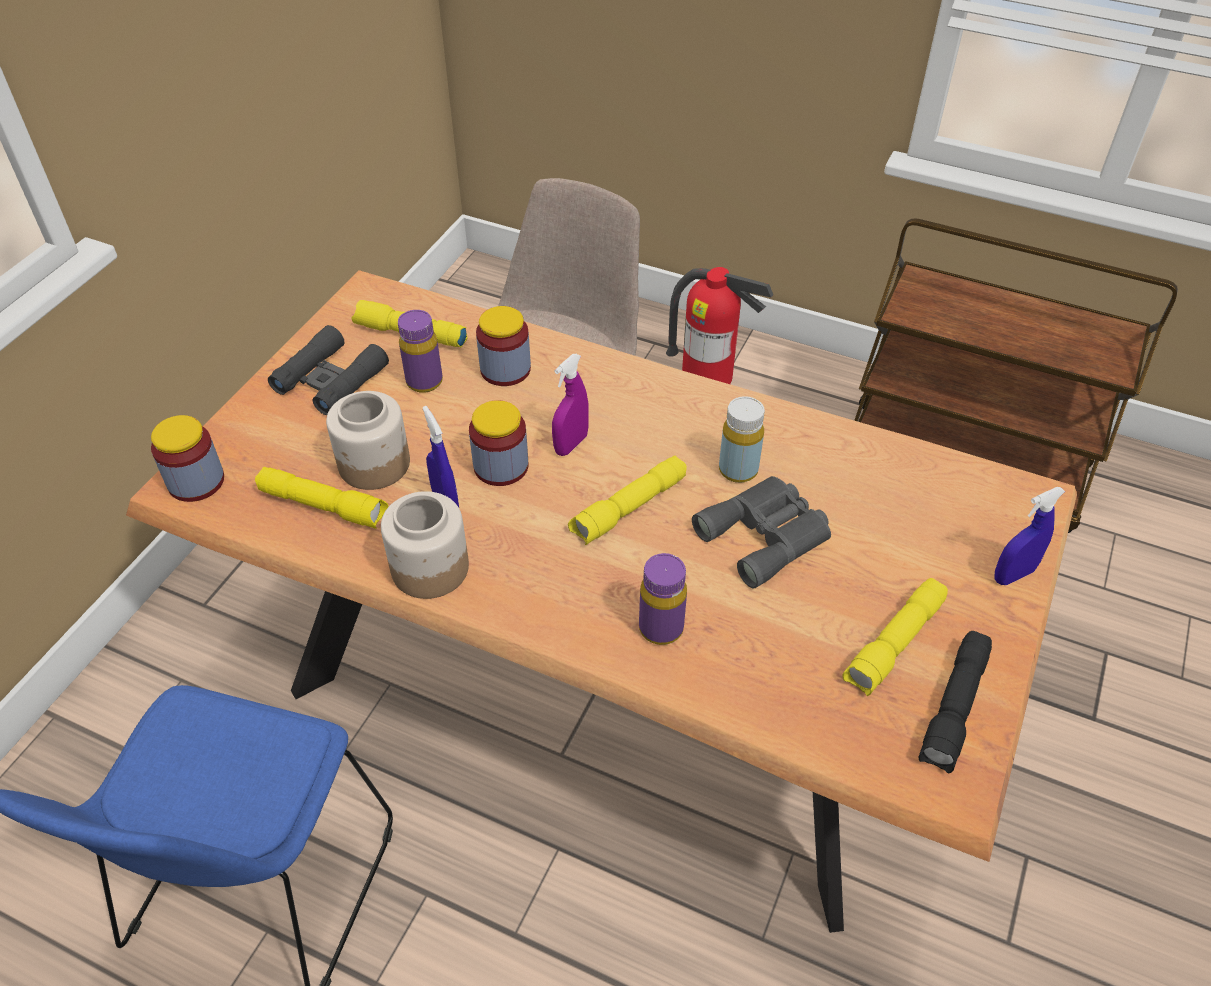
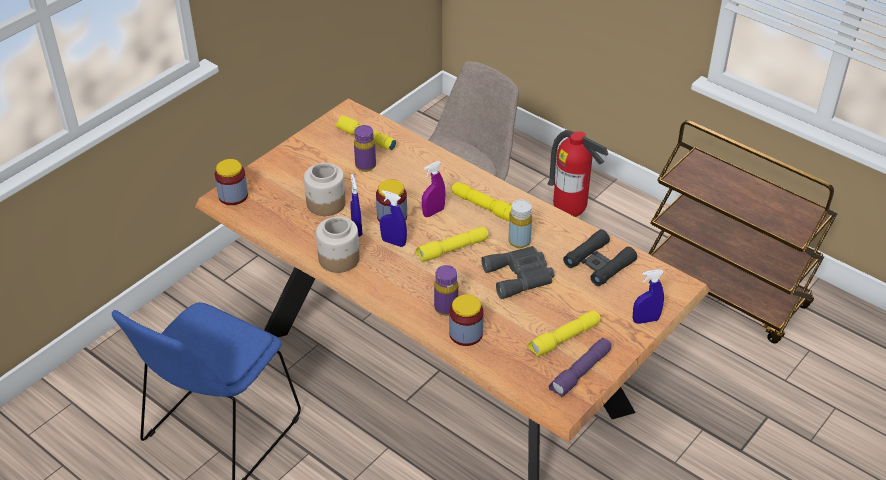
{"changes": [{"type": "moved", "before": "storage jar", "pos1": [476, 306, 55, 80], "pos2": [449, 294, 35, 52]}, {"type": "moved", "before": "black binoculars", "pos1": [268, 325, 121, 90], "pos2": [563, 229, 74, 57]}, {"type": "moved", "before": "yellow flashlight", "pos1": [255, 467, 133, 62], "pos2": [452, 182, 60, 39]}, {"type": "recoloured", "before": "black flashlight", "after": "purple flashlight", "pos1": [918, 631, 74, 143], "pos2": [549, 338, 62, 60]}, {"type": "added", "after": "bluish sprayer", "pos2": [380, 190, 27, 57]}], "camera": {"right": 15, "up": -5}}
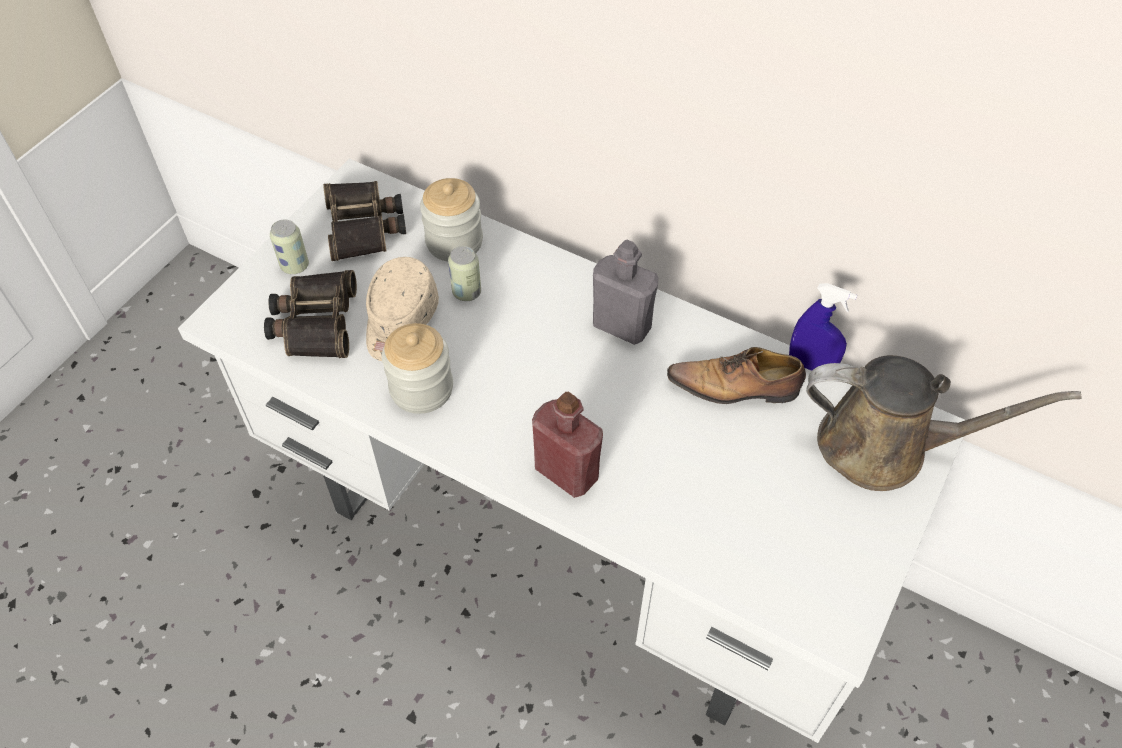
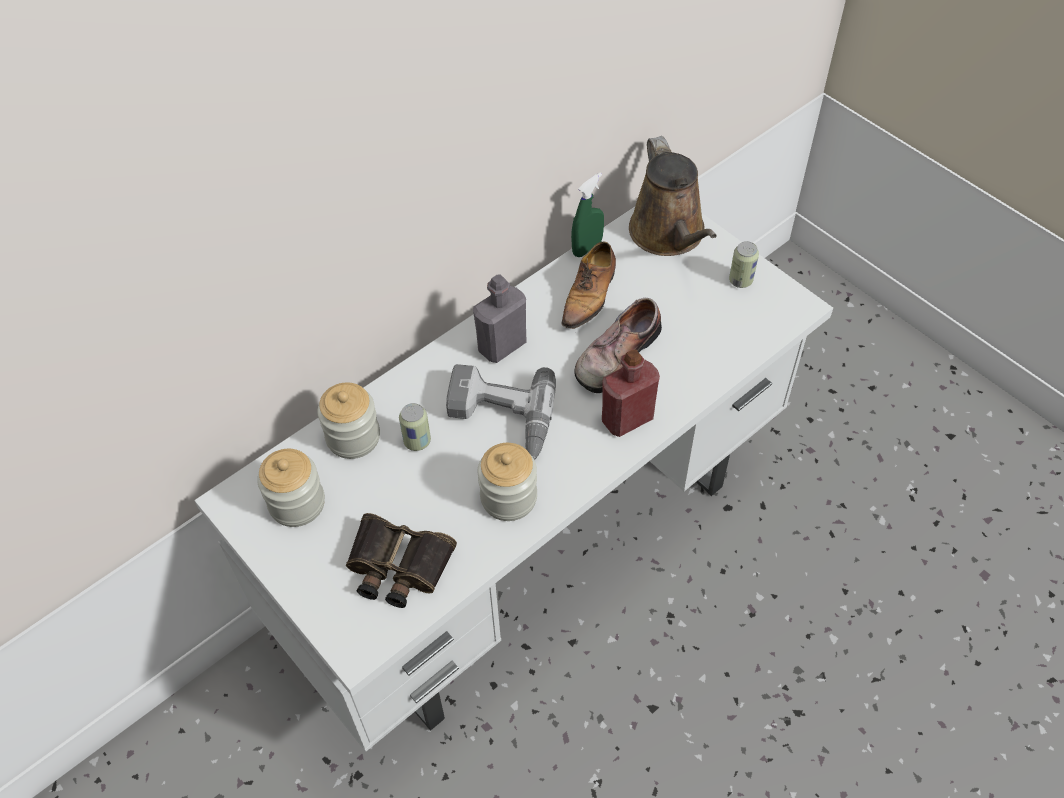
{"changes": [{"type": "replaced", "before": "binoculars", "after": "storage jar", "pos1": [323, 181, 83, 80], "pos2": [257, 449, 68, 78]}, {"type": "moved", "before": "sealed can", "pos1": [270, 219, 39, 55], "pos2": [729, 241, 30, 47]}, {"type": "removed", "before": "sand-coloured cap", "pos1": [366, 257, 73, 104]}, {"type": "recoloured", "before": "bluish sprayer", "after": "greenish sprayer", "pos1": [789, 283, 68, 88], "pos2": [571, 173, 33, 84]}, {"type": "turned", "before": "brown watering pot", "pos1": [806, 355, 275, 136], "pos2": [629, 136, 88, 120], "turn": 135}, {"type": "added", "after": "shoe", "pos2": [574, 298, 88, 95]}, {"type": "added", "after": "power drill", "pos2": [446, 364, 110, 96]}], "camera": {"right": -70, "up": 0}}
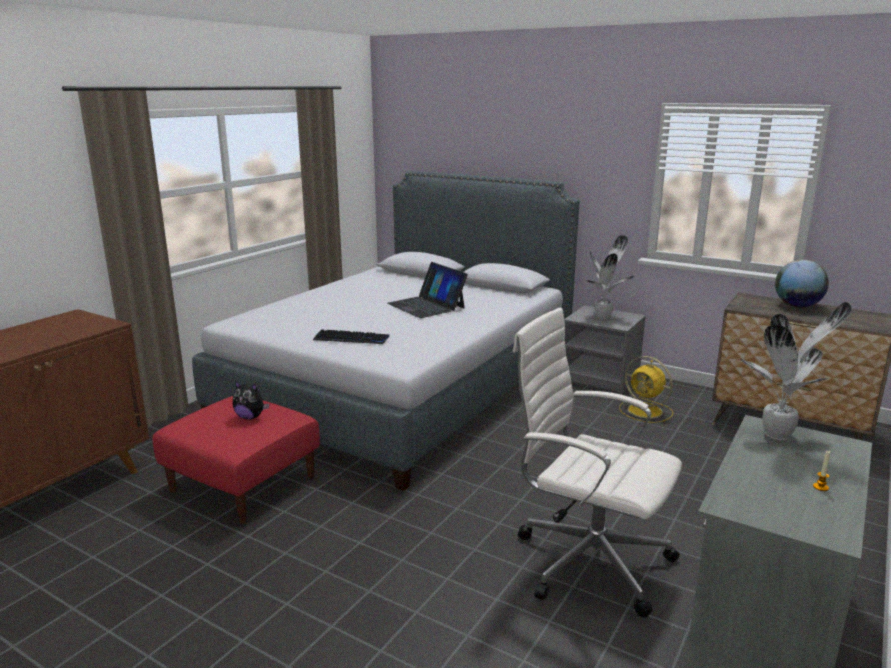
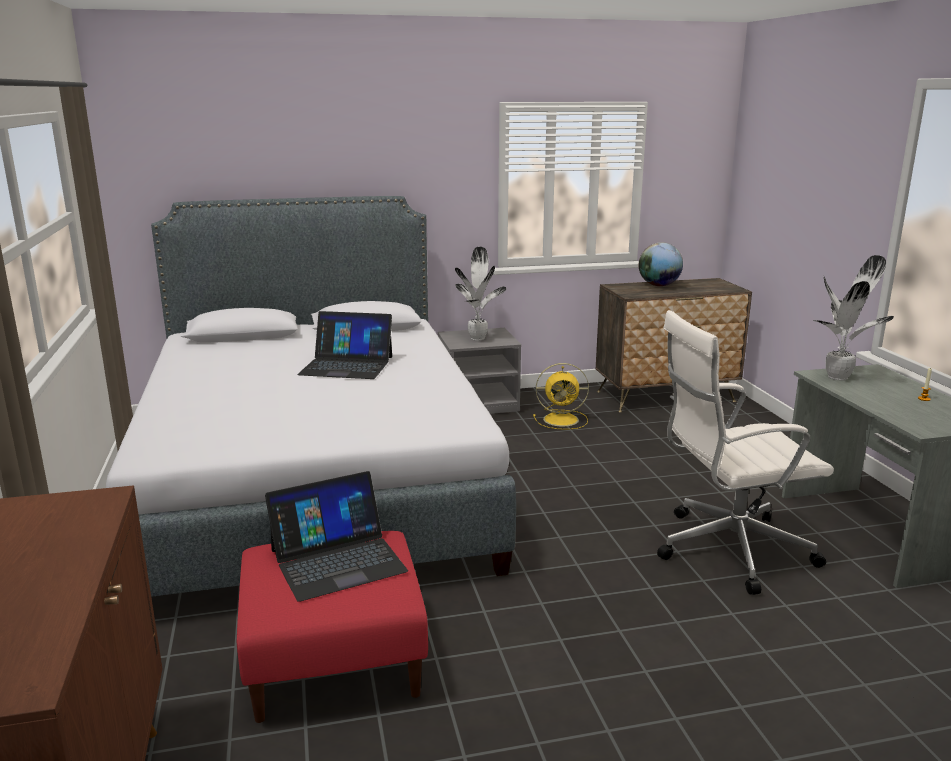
{"changes": [{"type": "removed", "before": "PC keyboard", "pos1": [313, 329, 76, 15]}, {"type": "replaced", "before": "soft toy", "after": "portable computer", "pos1": [233, 381, 36, 39], "pos2": [265, 471, 143, 131]}], "camera": {"right": -45, "up": 0}}
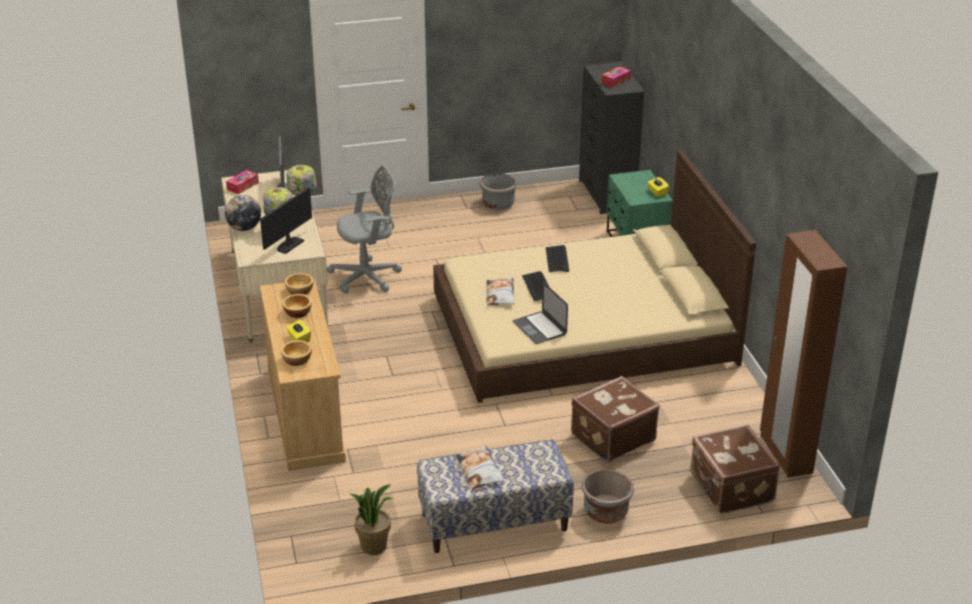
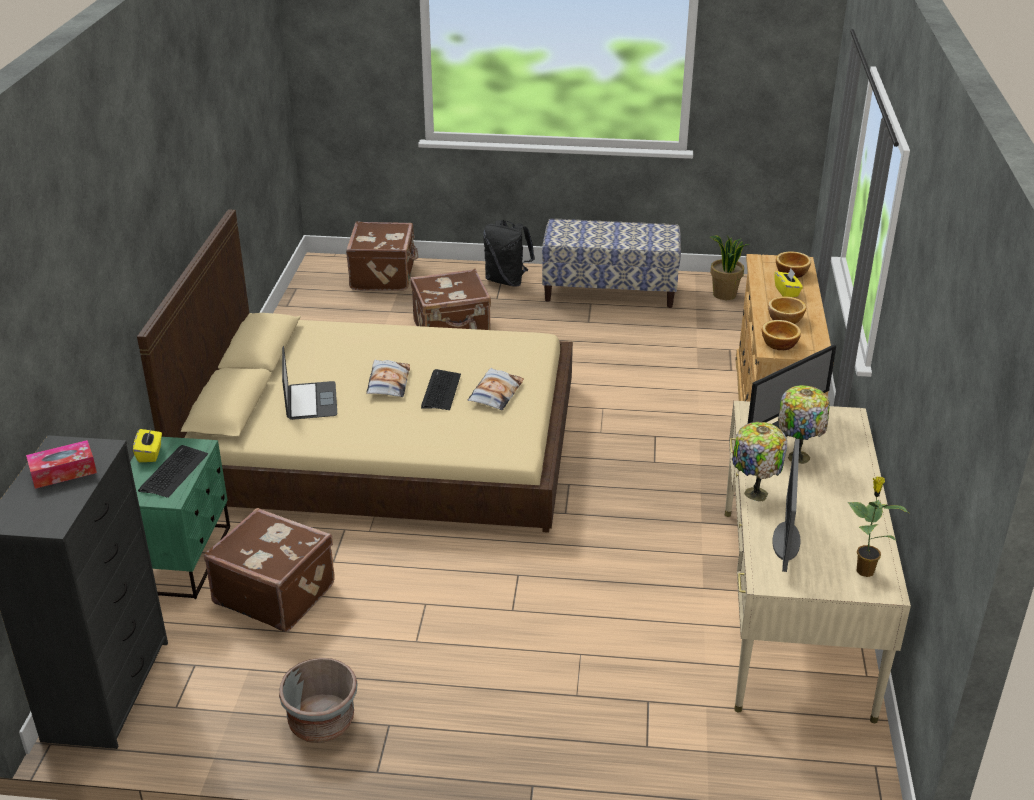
{"changes": [{"type": "removed", "before": "greyish office chair", "pos1": [327, 165, 75, 129]}, {"type": "replaced", "before": "tissue holder", "after": "houseplant", "pos1": [226, 170, 33, 24], "pos2": [848, 476, 61, 101]}, {"type": "removed", "before": "desk globe", "pos1": [225, 195, 36, 36]}, {"type": "removed", "before": "brown armoire", "pos1": [760, 230, 88, 248]}, {"type": "moved", "before": "PC keyboard", "pos1": [546, 245, 23, 27], "pos2": [138, 445, 70, 53]}, {"type": "moved", "before": "portable computer", "pos1": [513, 282, 55, 62], "pos2": [282, 346, 55, 74]}, {"type": "moved", "before": "cushion", "pos1": [456, 445, 48, 44], "pos2": [366, 359, 44, 38]}, {"type": "replaced", "before": "greyish plant pot", "after": "black backpack", "pos1": [581, 469, 53, 55], "pos2": [483, 220, 52, 67]}, {"type": "added", "after": "brown piece of luggage", "pos2": [204, 508, 131, 124]}], "camera": {"right": -160, "up": 0}}
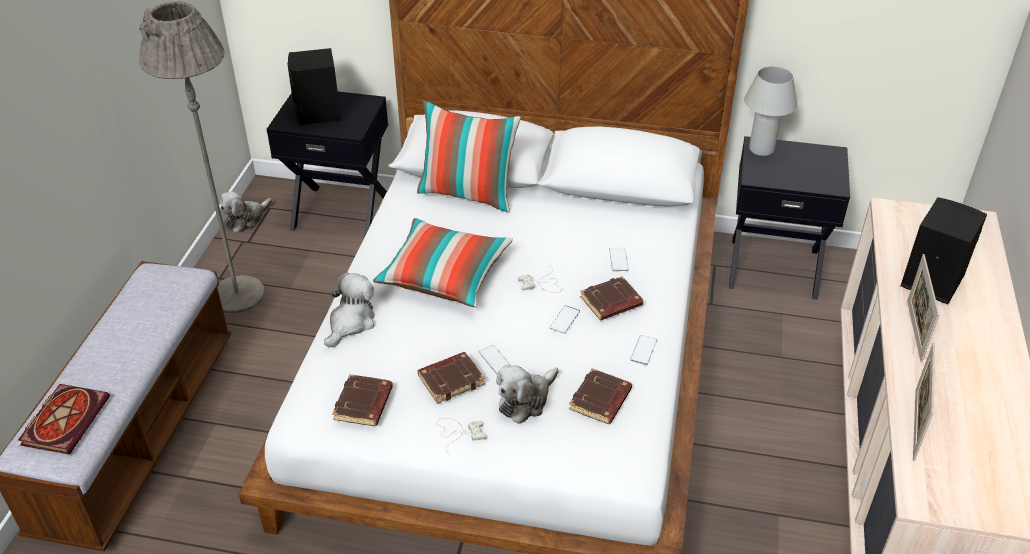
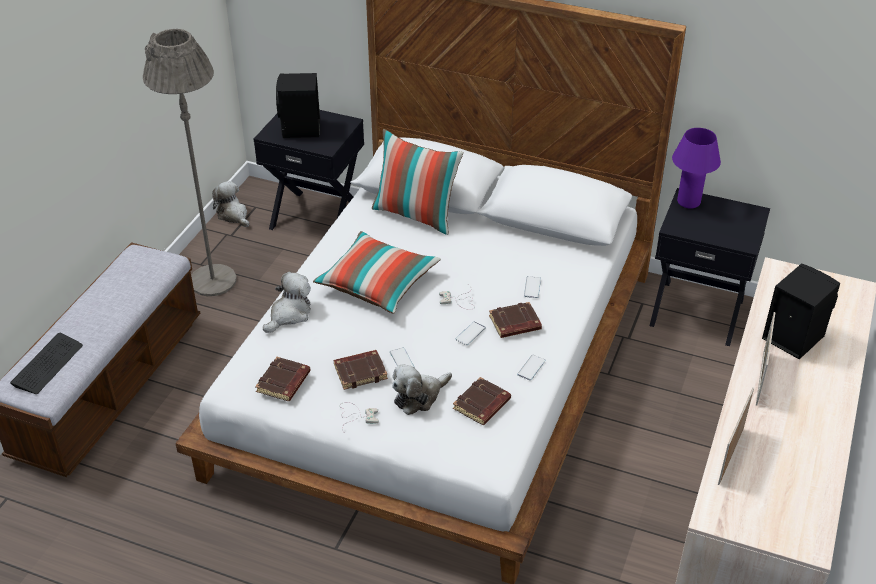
{"changes": [{"type": "recoloured", "before": "white-coloured lamp for a table", "after": "purple lamp for a table", "pos1": [744, 66, 53, 90], "pos2": [672, 128, 49, 81]}, {"type": "turned", "before": "soft toy", "pos1": [220, 191, 52, 42], "pos2": [212, 181, 37, 46], "turn": 90}, {"type": "replaced", "before": "book", "after": "PC keyboard", "pos1": [18, 384, 92, 71], "pos2": [10, 333, 73, 61]}], "camera": {"right": 10, "up": 0}}
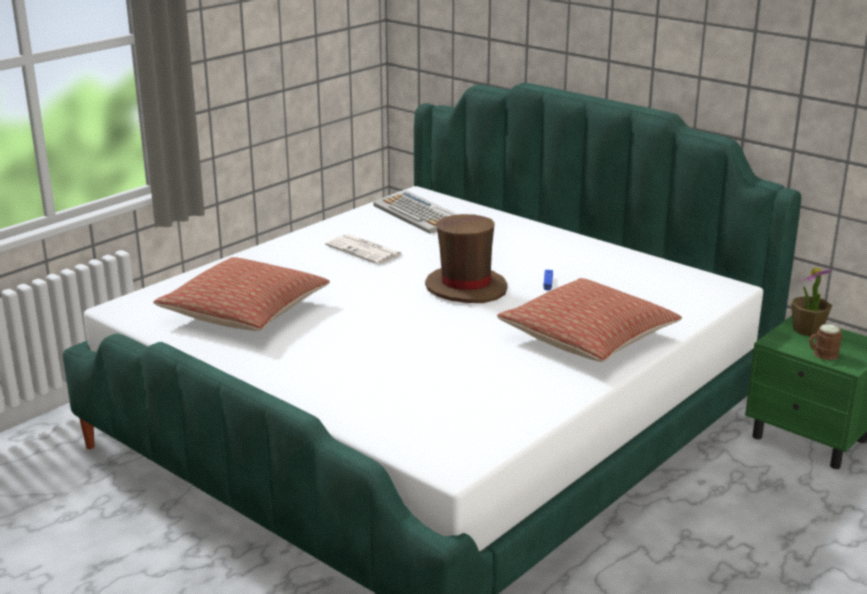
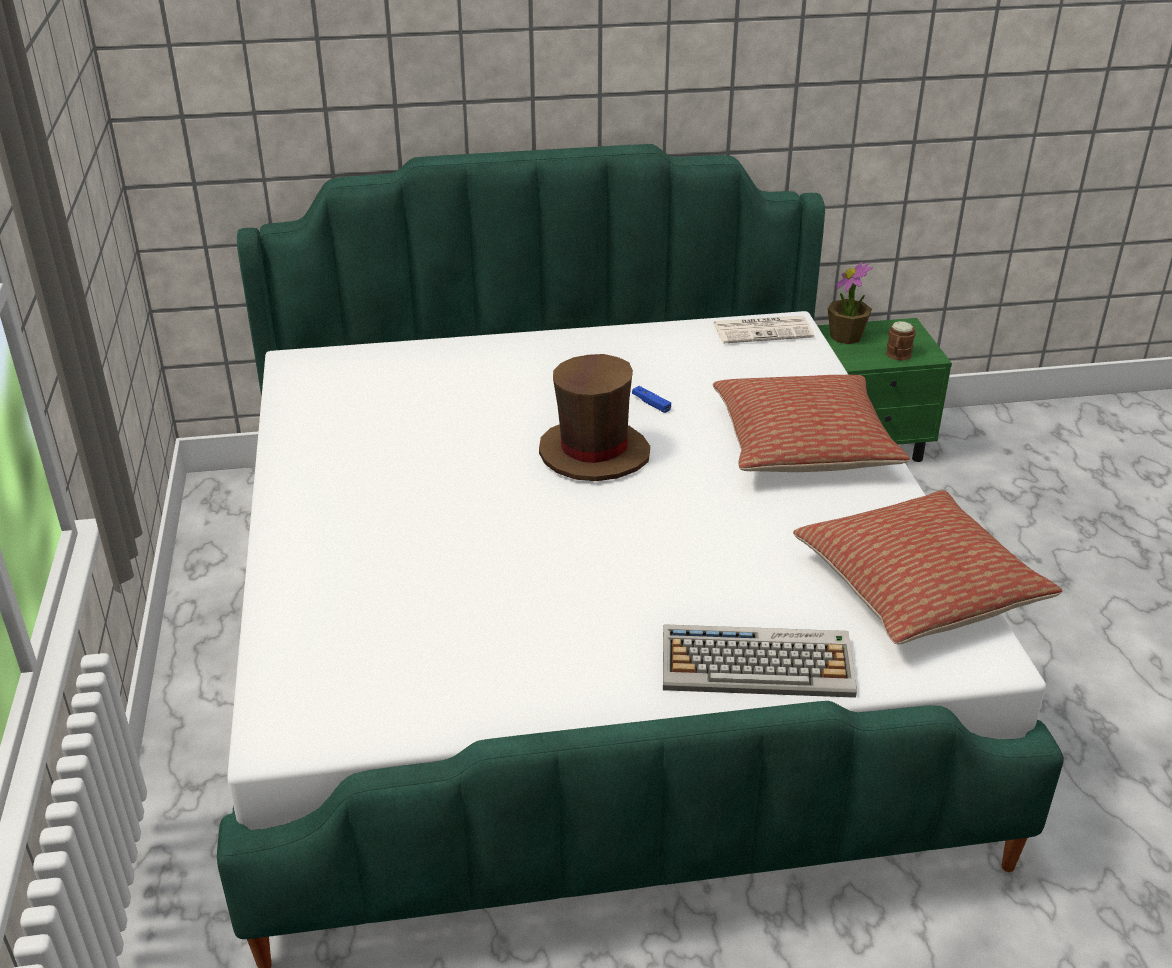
{"changes": [{"type": "moved", "before": "PC keyboard", "pos1": [373, 191, 85, 43], "pos2": [663, 624, 194, 74]}, {"type": "moved", "before": "daily paper", "pos1": [325, 234, 79, 30], "pos2": [714, 316, 100, 28]}, {"type": "moved", "before": "cushion", "pos1": [154, 257, 176, 74], "pos2": [793, 490, 269, 154]}], "camera": {"right": -50, "up": 10}}
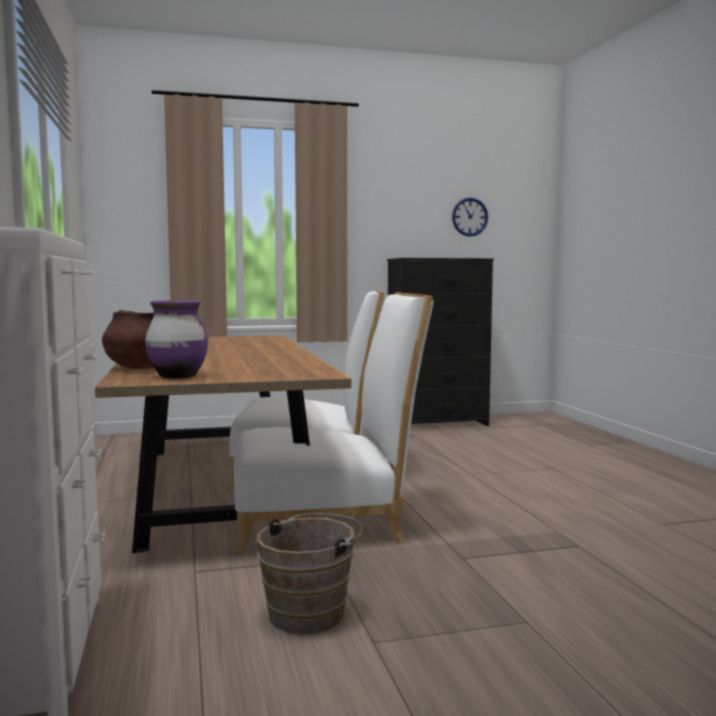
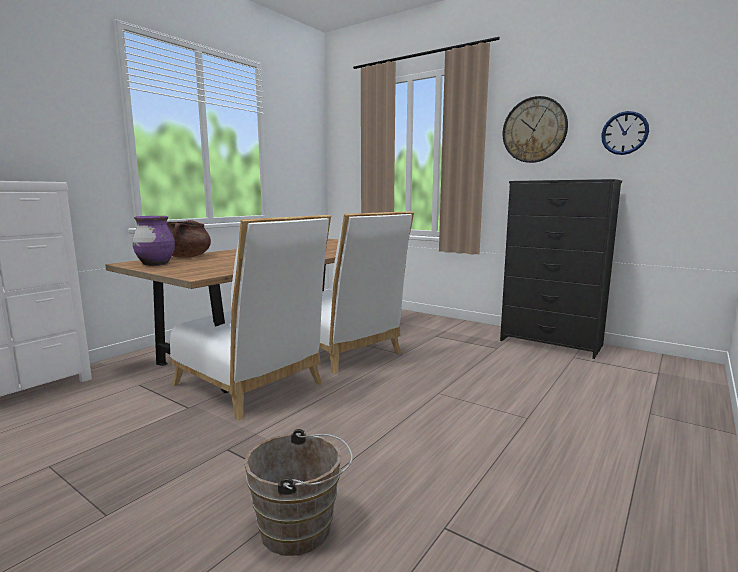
{"changes": [{"type": "moved", "before": "brown water bucket", "pos1": [256, 513, 107, 121], "pos2": [244, 429, 109, 127]}, {"type": "added", "after": "clock on the wall", "pos2": [502, 96, 66, 67]}], "camera": {"right": 50, "up": 5}}
